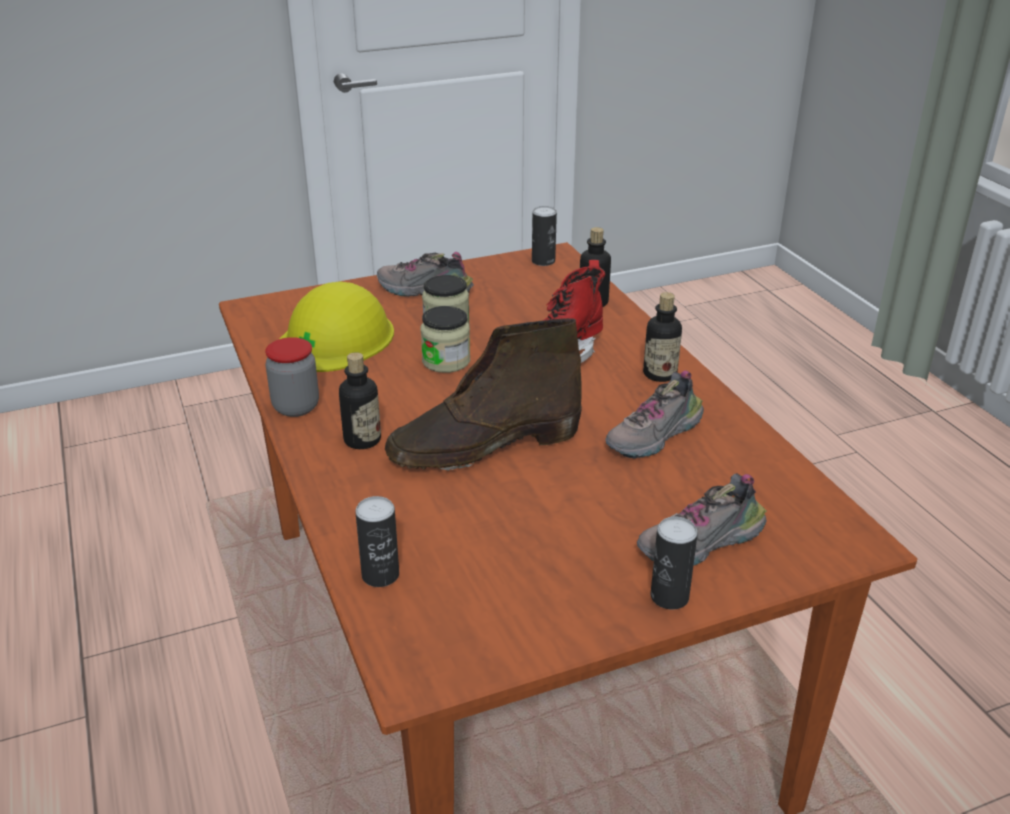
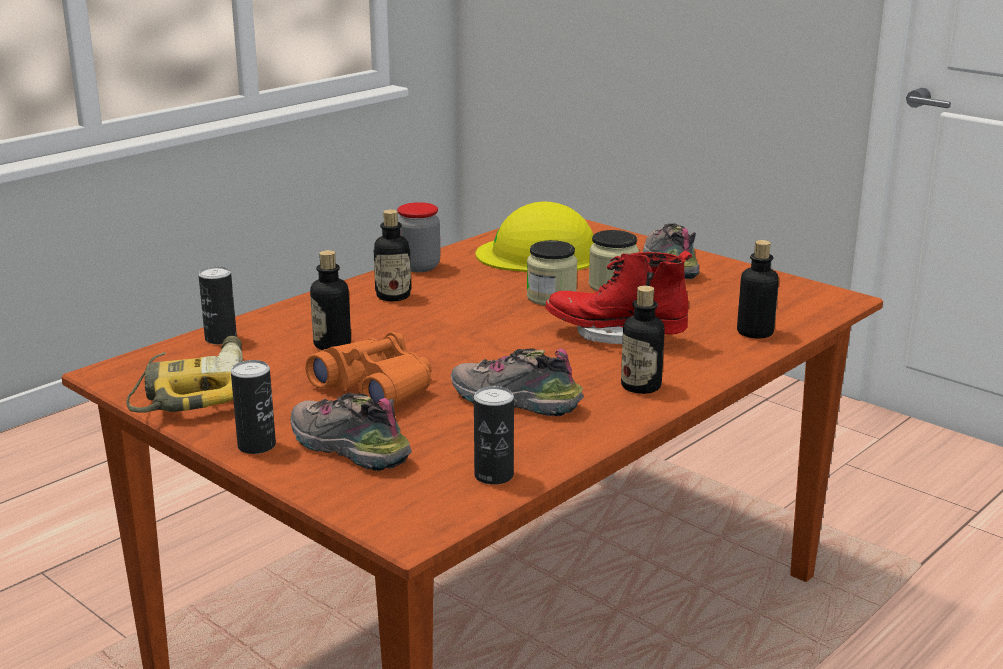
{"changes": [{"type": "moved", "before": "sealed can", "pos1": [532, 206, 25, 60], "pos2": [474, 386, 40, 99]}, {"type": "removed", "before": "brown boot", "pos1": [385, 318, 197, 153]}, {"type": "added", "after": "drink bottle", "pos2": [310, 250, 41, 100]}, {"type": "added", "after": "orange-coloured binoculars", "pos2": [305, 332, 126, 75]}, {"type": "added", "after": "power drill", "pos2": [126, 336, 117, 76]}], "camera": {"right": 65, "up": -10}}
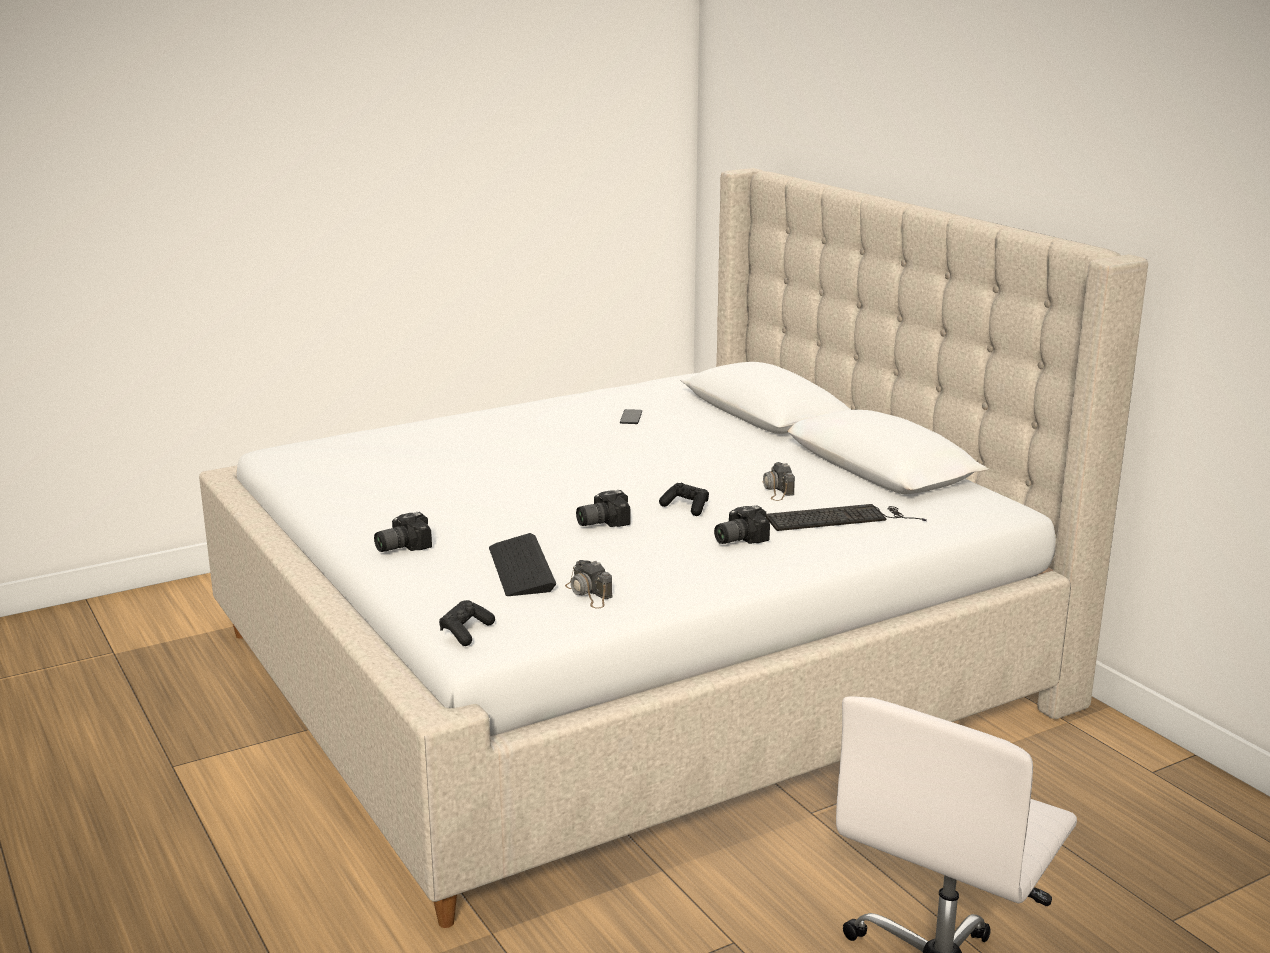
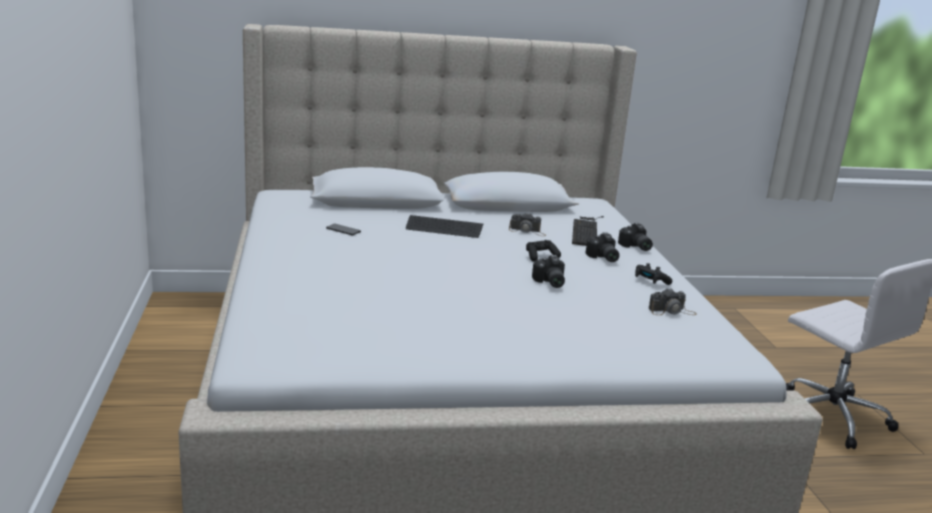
{"changes": [{"type": "moved", "before": "still camera", "pos1": [374, 512, 58, 40], "pos2": [618, 223, 35, 28]}, {"type": "moved", "before": "PC keyboard", "pos1": [489, 533, 67, 63], "pos2": [406, 215, 77, 23]}, {"type": "moved", "before": "black game controller", "pos1": [439, 600, 56, 46], "pos2": [635, 263, 37, 22]}], "camera": {"right": -70, "up": 0}}
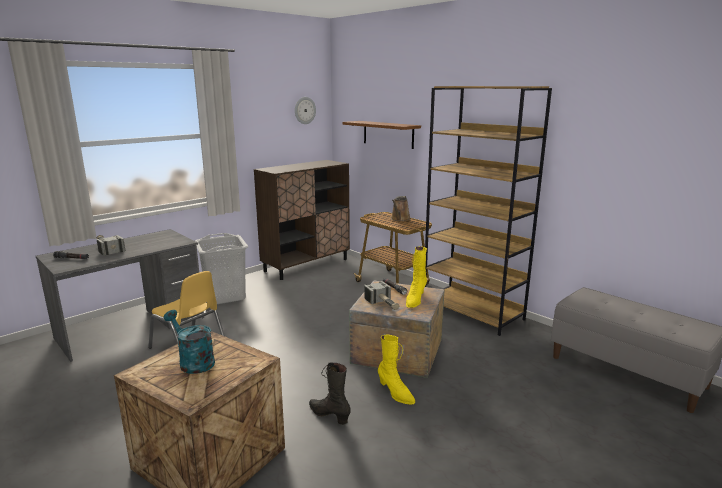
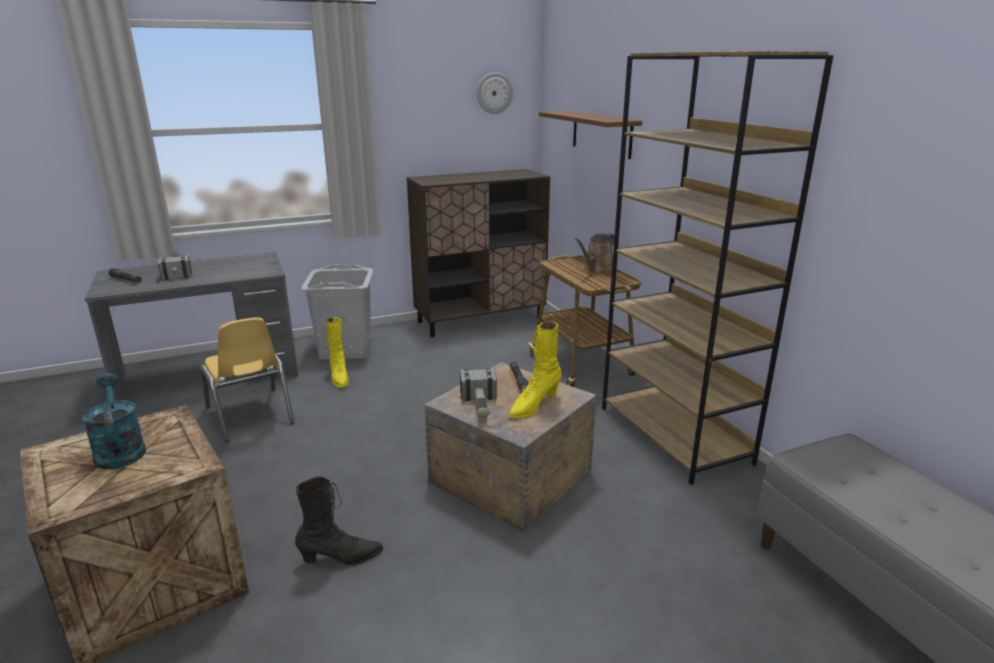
{"changes": [{"type": "moved", "before": "yellow boot", "pos1": [378, 335, 37, 70], "pos2": [326, 317, 23, 71]}, {"type": "turned", "before": "black boot", "pos1": [309, 362, 41, 63], "pos2": [295, 476, 88, 90], "turn": 105}], "camera": {"right": 20, "up": 5}}
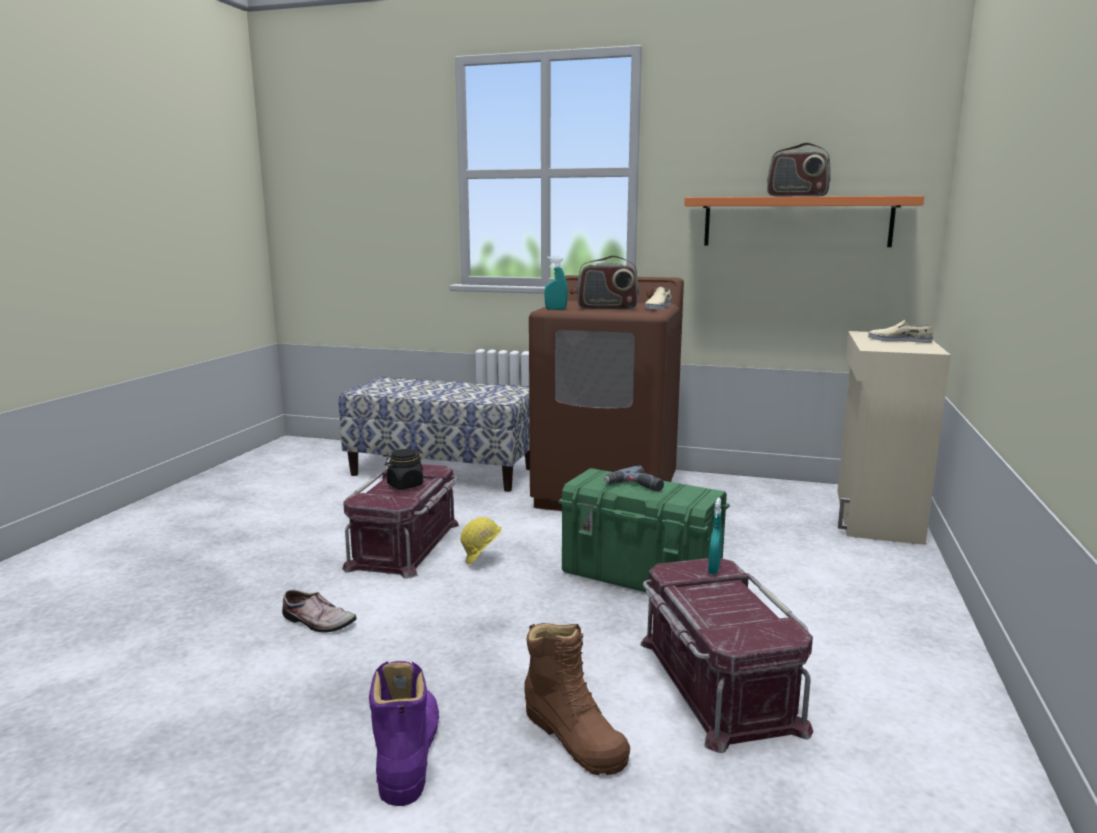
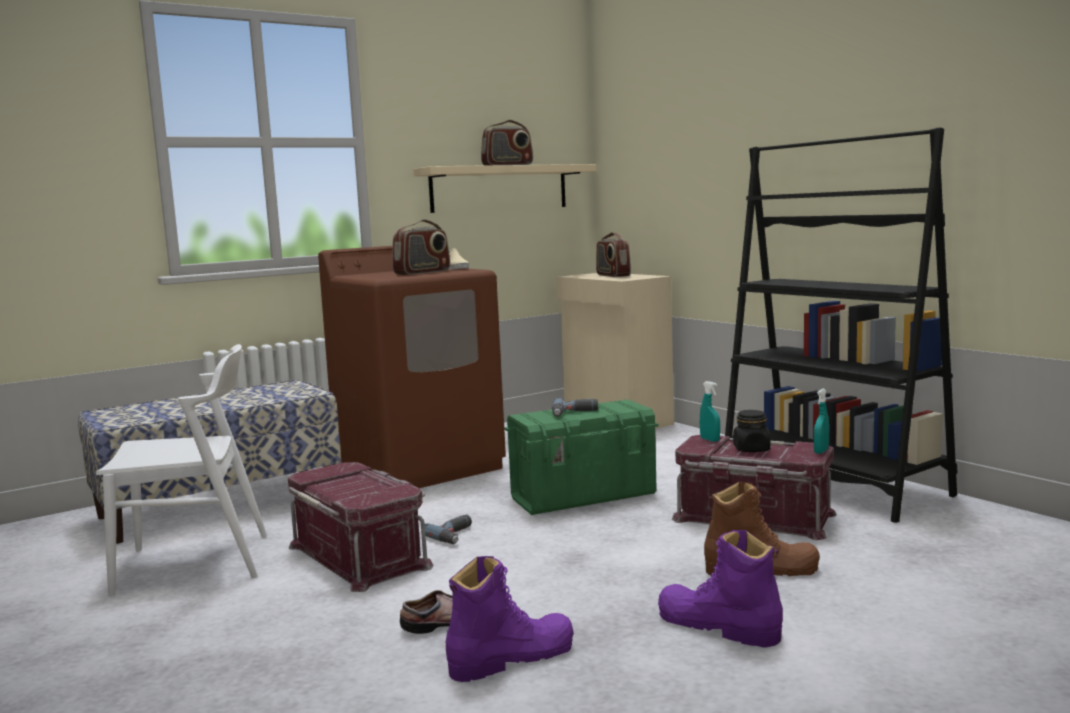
{"changes": [{"type": "recoloured", "before": "orange-coloured shelf", "after": "sand-coloured shelf", "pos1": [684, 196, 240, 51], "pos2": [413, 164, 183, 49]}, {"type": "moved", "before": "turquoise-coloured sprayer", "pos1": [544, 256, 24, 54], "pos2": [814, 389, 15, 65]}, {"type": "replaced", "before": "sand-coloured shoe", "after": "radio receiver", "pos1": [868, 320, 65, 23], "pos2": [596, 232, 35, 45]}, {"type": "moved", "before": "black storage jar", "pos1": [385, 449, 38, 40], "pos2": [733, 410, 37, 42]}, {"type": "replaced", "before": "yellow hard hat", "after": "power drill", "pos1": [460, 517, 42, 47], "pos2": [425, 515, 47, 29]}, {"type": "added", "after": "black shelving unit", "pos2": [725, 127, 233, 396]}, {"type": "added", "after": "white-coloured chair", "pos2": [96, 344, 171, 252]}, {"type": "added", "after": "purple boot", "pos2": [446, 556, 128, 126]}], "camera": {"right": -50, "up": -5}}
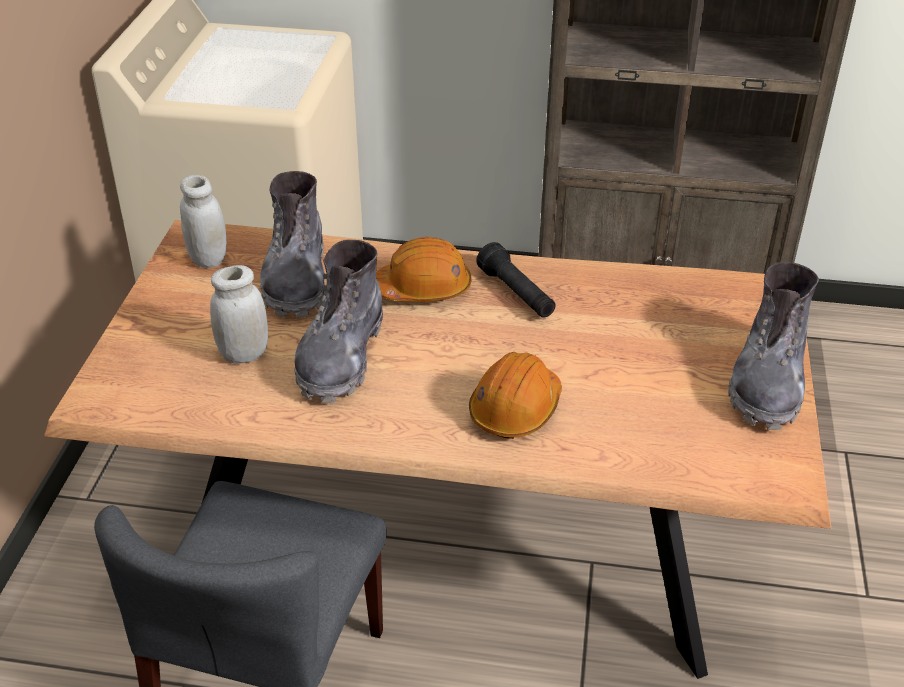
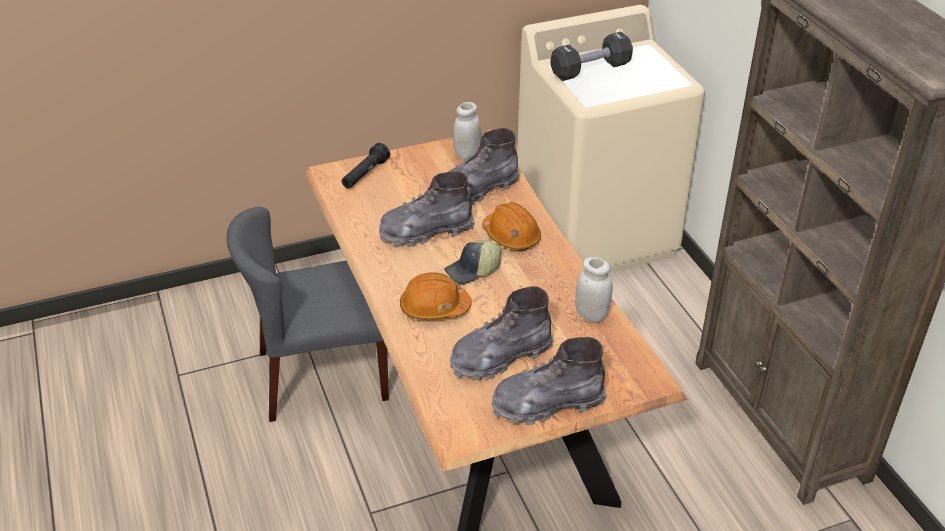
{"changes": [{"type": "moved", "before": "black flashlight", "pos1": [476, 242, 80, 76], "pos2": [342, 143, 48, 45]}, {"type": "moved", "before": "white-coloured storage jar", "pos1": [210, 265, 58, 99], "pos2": [575, 257, 38, 66]}, {"type": "added", "after": "black hand weight", "pos2": [550, 32, 83, 49]}, {"type": "added", "after": "cap", "pos2": [444, 241, 57, 43]}, {"type": "added", "after": "greyish boot", "pos2": [450, 286, 103, 94]}], "camera": {"right": 60, "up": 0}}
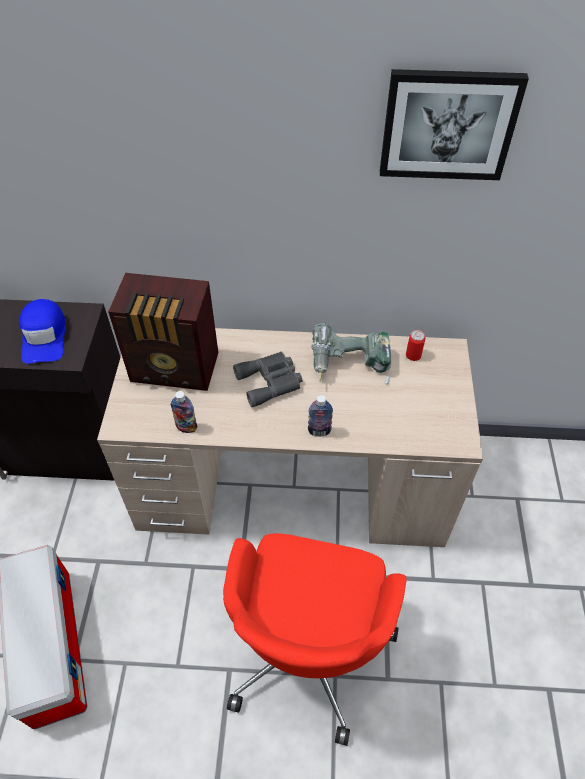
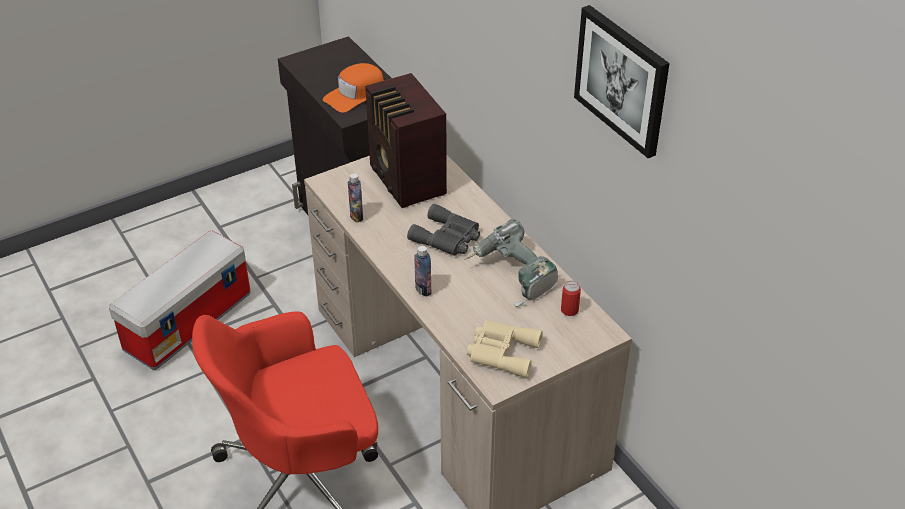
{"changes": [{"type": "recoloured", "before": "bluish cap", "after": "orange-coloured cap", "pos1": [19, 299, 47, 65], "pos2": [323, 63, 61, 50]}, {"type": "added", "after": "sand-coloured binoculars", "pos2": [467, 320, 76, 58]}], "camera": {"right": 55, "up": -10}}
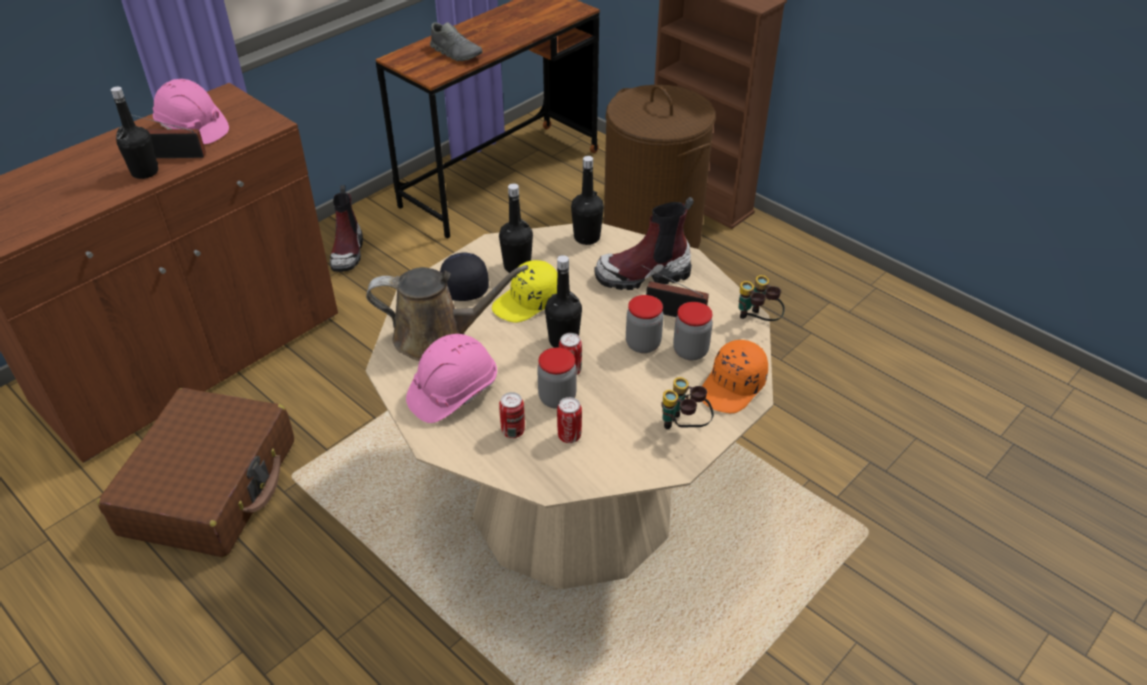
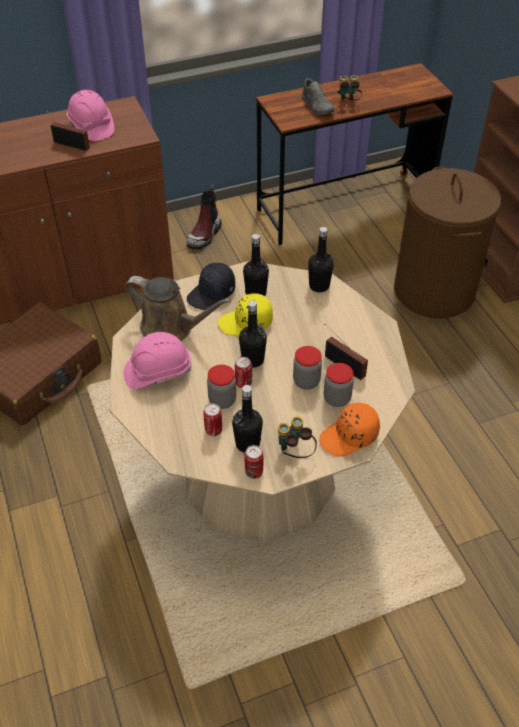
{"changes": [{"type": "moved", "before": "black drink bottle", "pos1": [111, 87, 47, 92], "pos2": [232, 385, 31, 68]}, {"type": "removed", "before": "boot", "pos1": [594, 197, 100, 93]}, {"type": "turned", "before": "black cap", "pos1": [440, 253, 49, 48], "pos2": [187, 263, 48, 47], "turn": -150}, {"type": "moved", "before": "binoculars", "pos1": [738, 275, 47, 46], "pos2": [337, 75, 25, 26]}, {"type": "moved", "before": "sealed can", "pos1": [499, 392, 26, 46], "pos2": [245, 445, 19, 34]}], "camera": {"right": 25, "up": 5}}
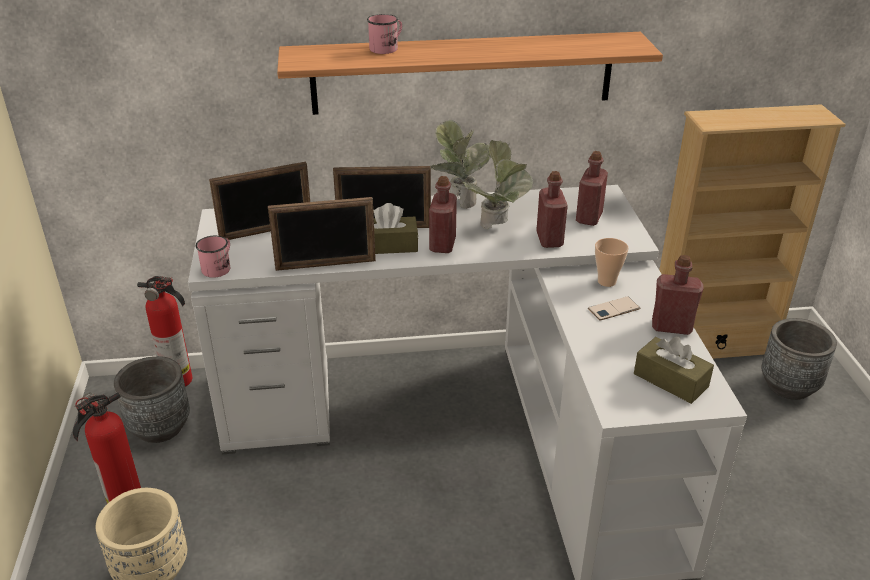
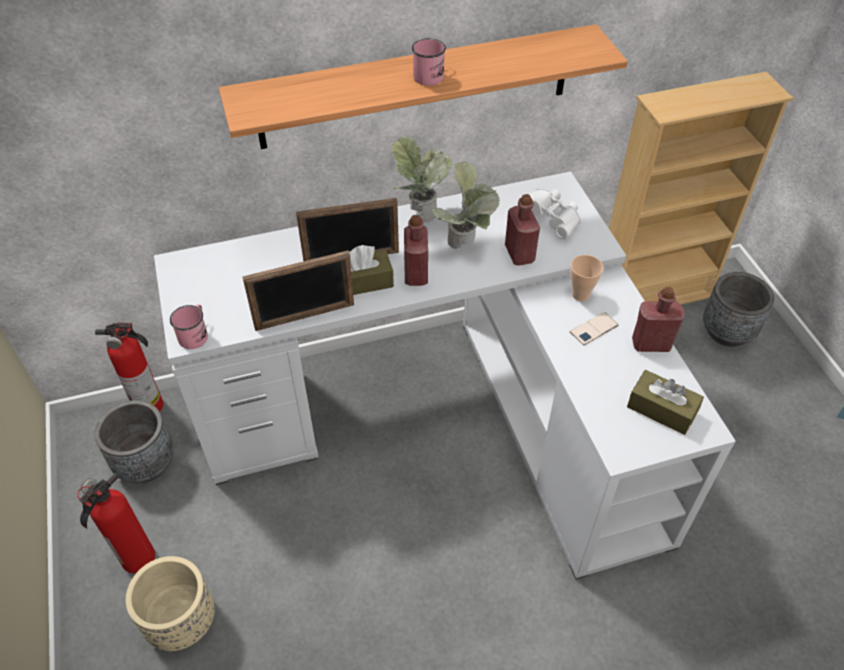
{"changes": [{"type": "moved", "before": "pinkish mug", "pos1": [367, 14, 35, 40], "pos2": [412, 38, 34, 48]}, {"type": "replaced", "before": "red drink bottle", "after": "white-coloured binoculars", "pos1": [576, 151, 32, 75], "pos2": [518, 189, 63, 50]}, {"type": "removed", "before": "picture frame", "pos1": [209, 162, 101, 78]}], "camera": {"right": -10, "up": 15}}
